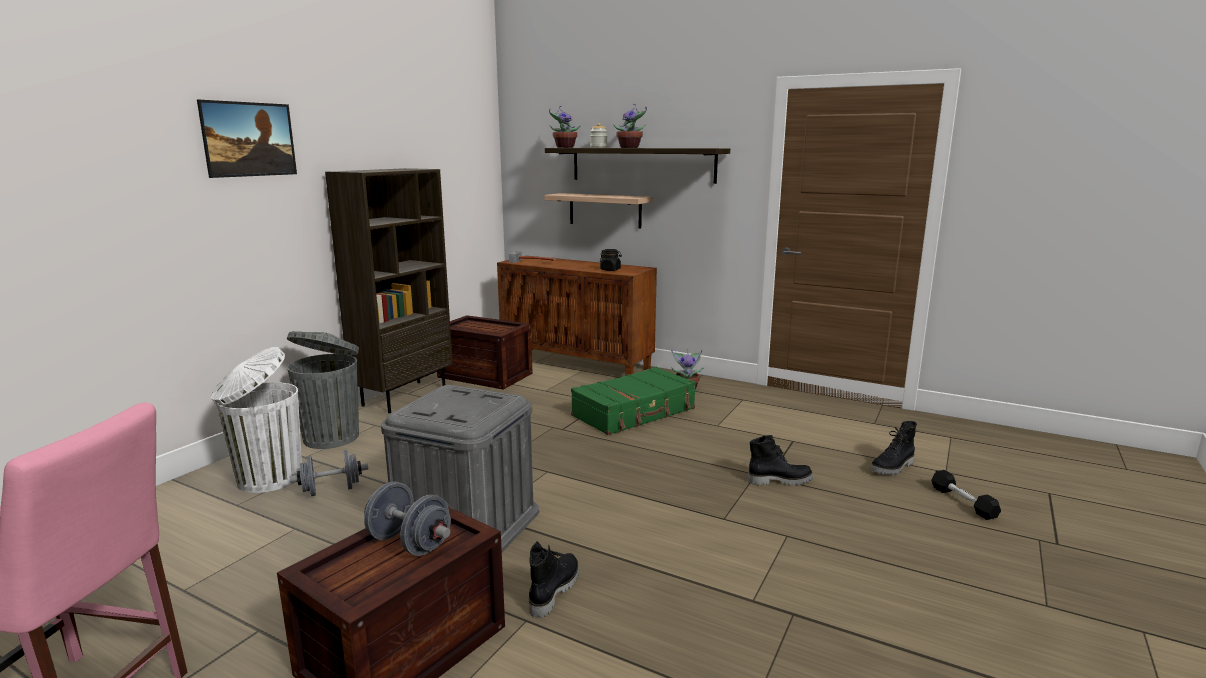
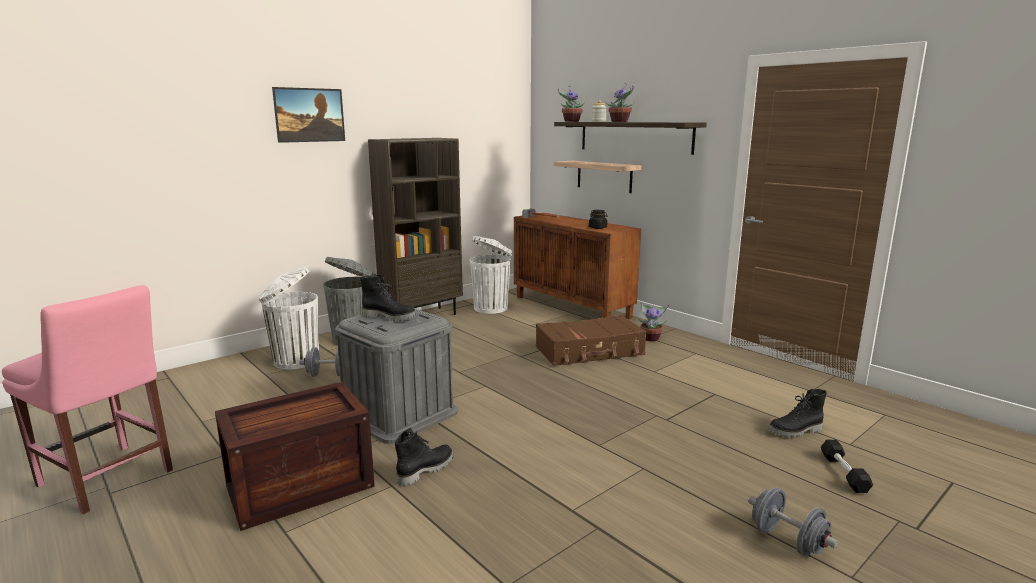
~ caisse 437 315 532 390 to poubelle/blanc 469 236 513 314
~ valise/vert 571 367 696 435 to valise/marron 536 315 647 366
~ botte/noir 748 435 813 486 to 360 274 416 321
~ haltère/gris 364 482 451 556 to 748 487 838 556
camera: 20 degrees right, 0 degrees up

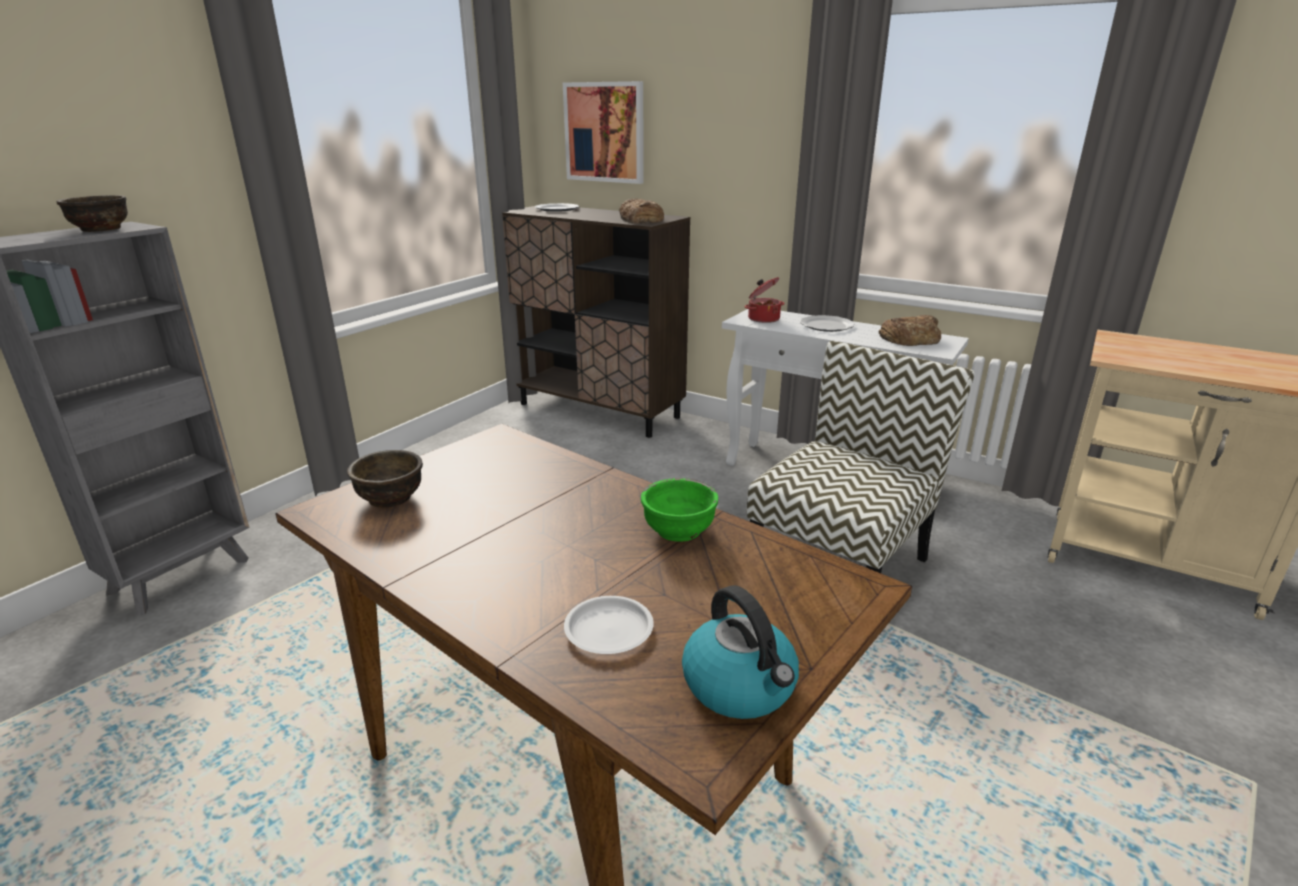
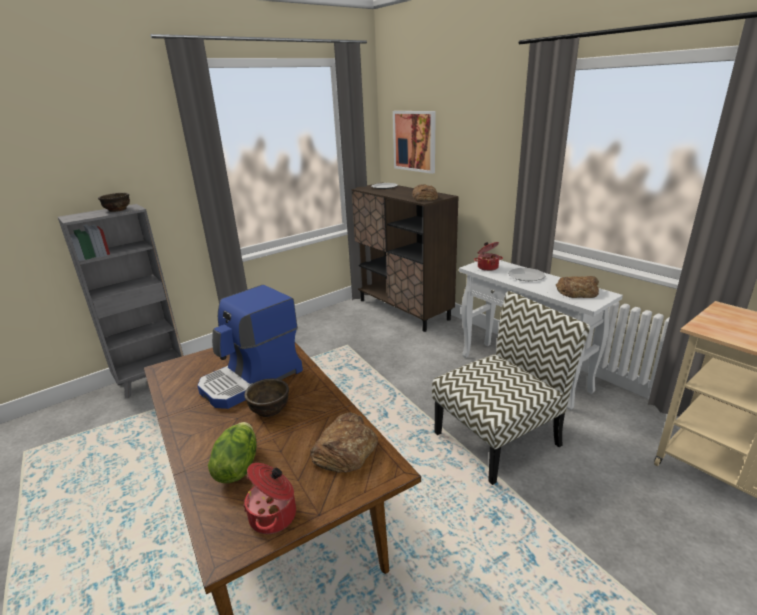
~ bol/marron 347 450 423 508 to 244 378 289 417
- bol/vert 641 478 718 542
~ bouilloire 682 585 799 719 to marmite 243 463 296 534
~ assiette/blanc 564 596 654 654 to laitue 208 422 257 483
+ machine à café 197 285 303 409
+ pain 310 412 378 472
camera: 20 degrees right, 0 degrees up

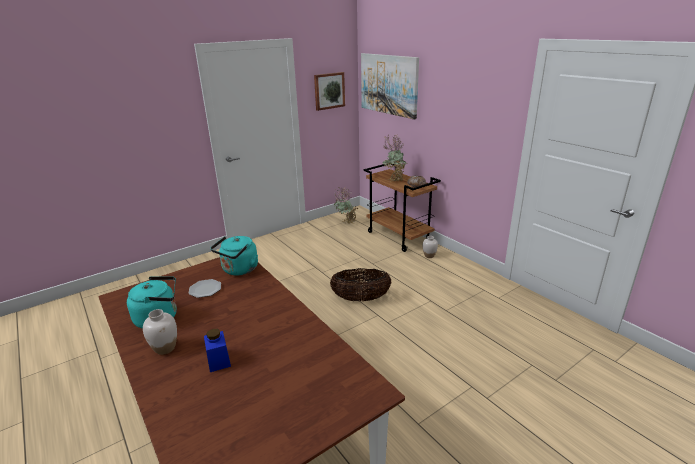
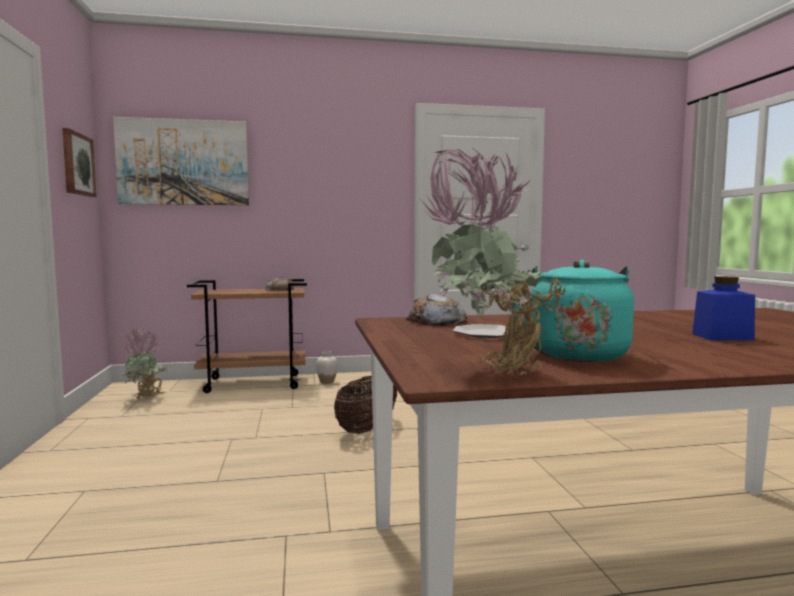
~ plante en pot 383 135 406 182 to 420 147 566 376
~ bouilloire/turquoise 211 236 258 275 to pain 406 294 467 326
- vase/blanc 143 309 177 355
camera: 65 degrees left, 20 degrees down

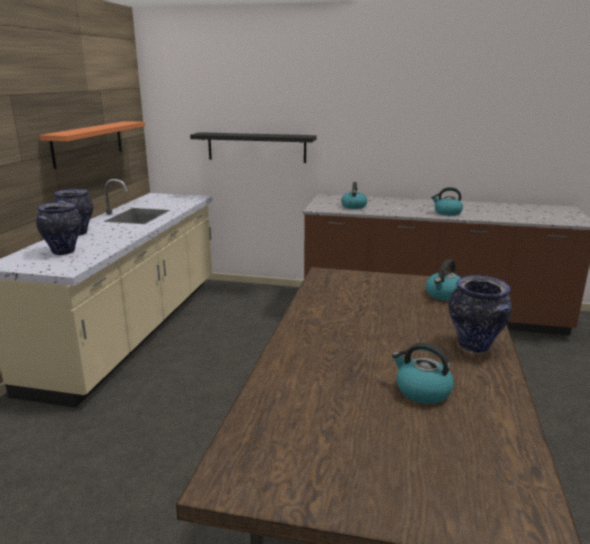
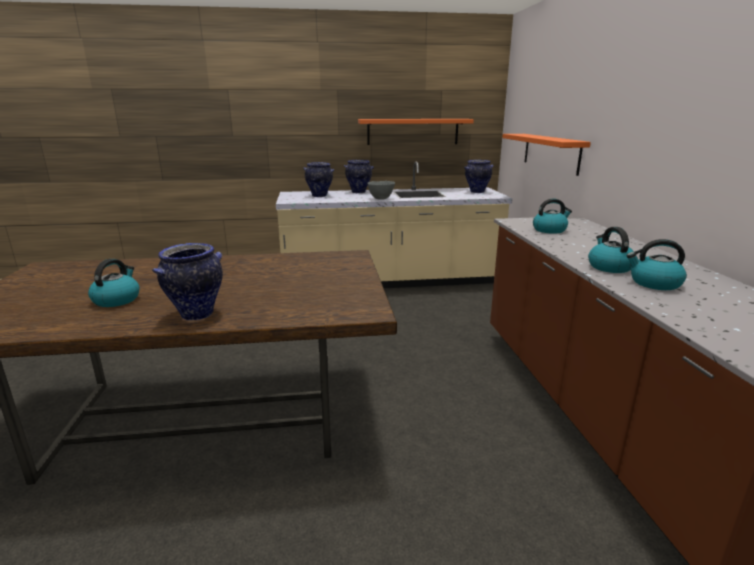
~ étagère/noir 190 132 317 163 to étagère/orange 502 134 591 176
~ bouilloire 426 259 461 301 to 626 239 687 290
+ vase 464 160 493 193
+ bol/gris 367 181 395 200
camera: 70 degrees right, 0 degrees up

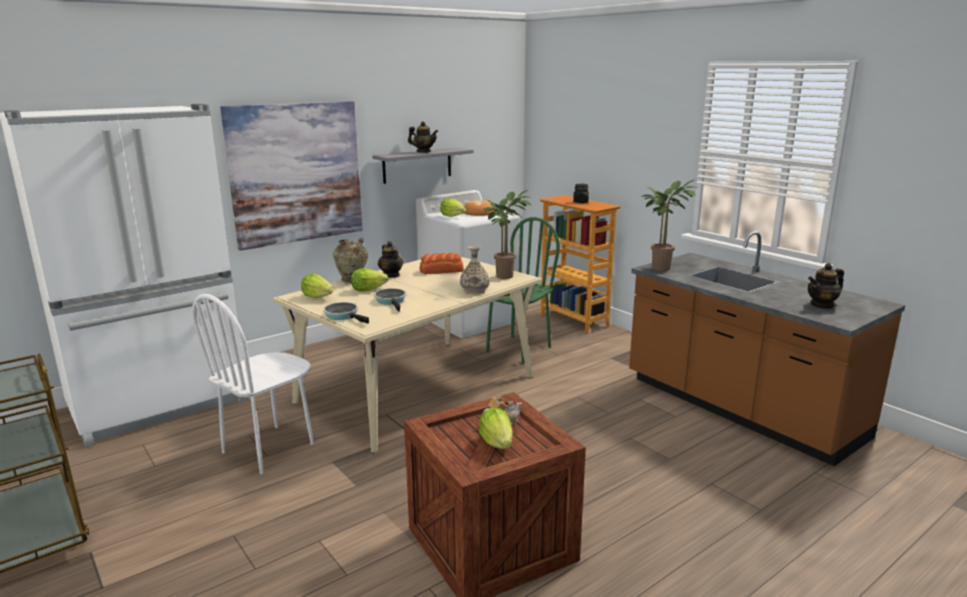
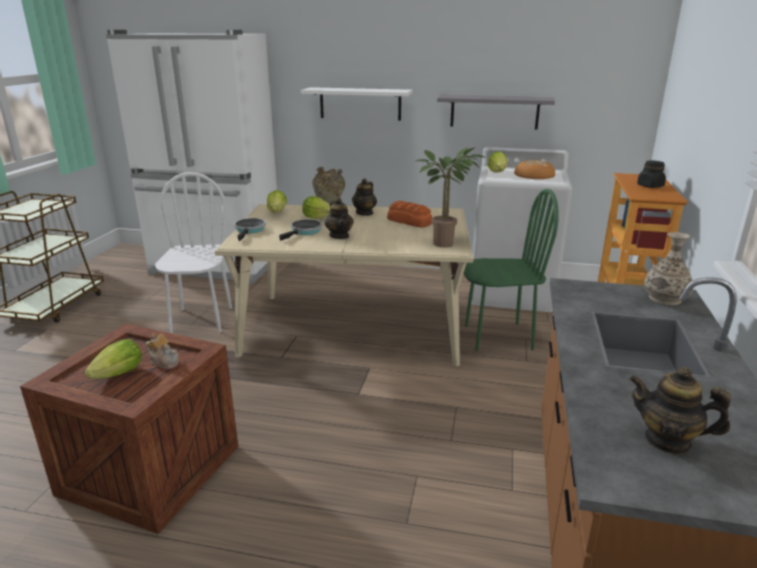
~ tableau 220 101 363 251 to étagère/blanc 301 87 412 121
~ théière 408 121 438 152 to 325 198 354 239
- plante en pot 641 180 698 271
~ vase 460 245 490 294 to 644 232 693 305
~ chaise/blanc 192 294 314 474 = 155 172 232 334 90 degrees clockwise
camera: 50 degrees right, 5 degrees up

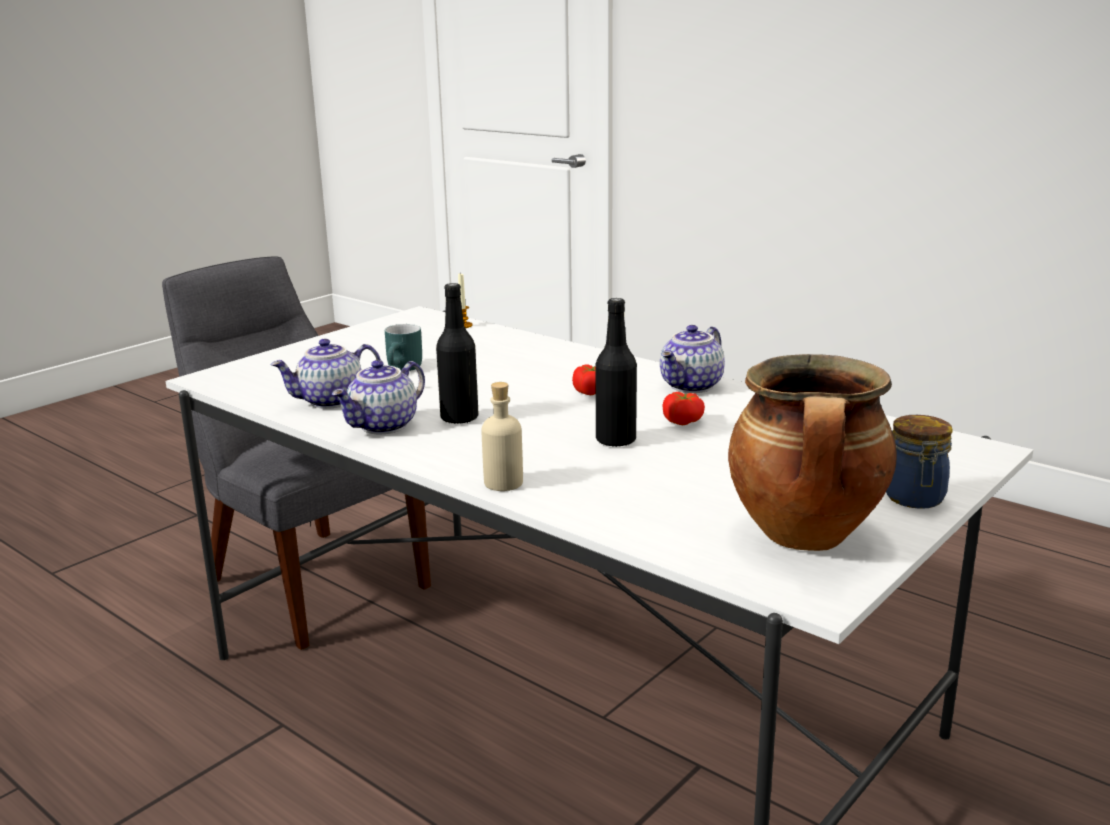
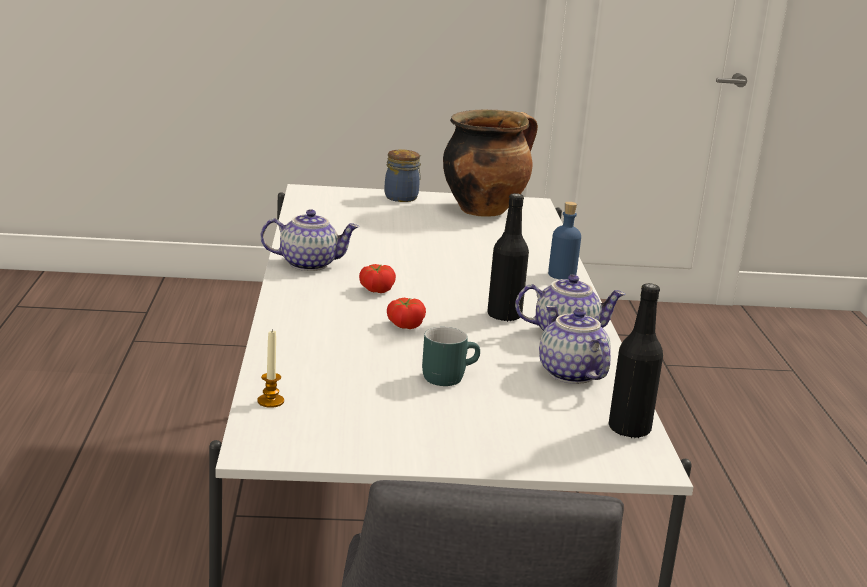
~ bouteille/noir 595 298 637 447 to 609 283 663 438
~ théière 270 339 381 409 = 539 305 611 384 135 degrees counterclockwise
~ bouteille/beige 481 382 523 491 to bouteille/bleu 548 202 581 279
~ tomate 662 392 705 425 to 387 298 426 329
camera: 135 degrees left, 0 degrees up

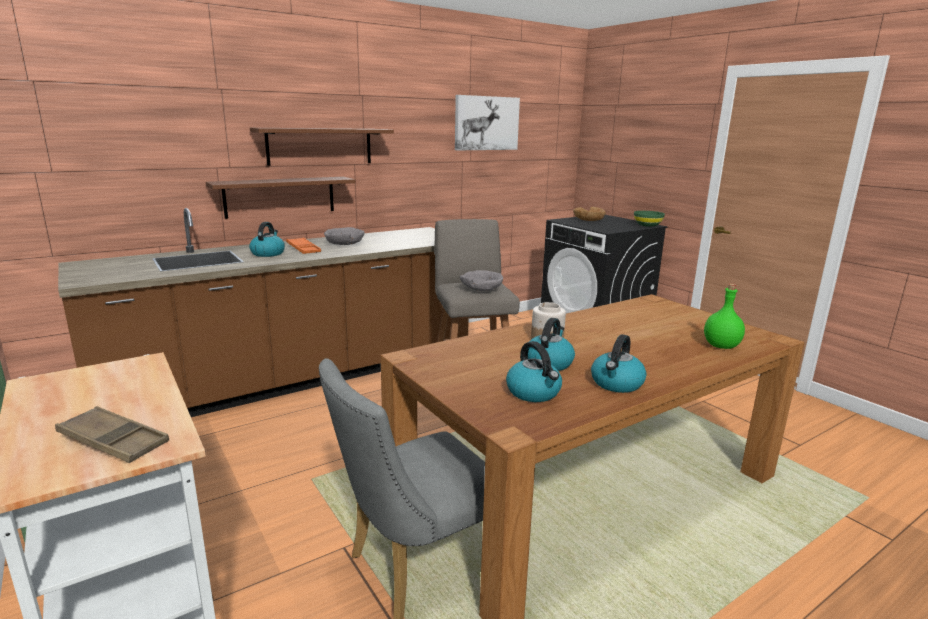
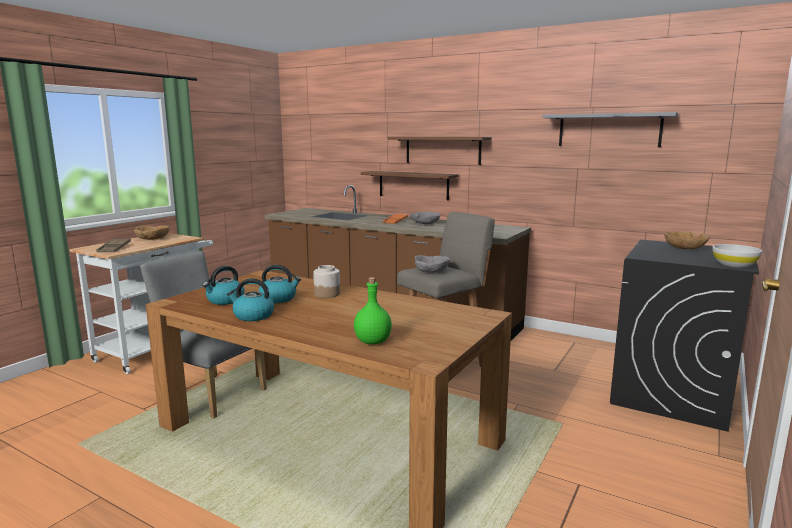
~ tableau 455 95 520 150 to étagère/gris 543 112 678 147
~ bol/vert 634 211 665 227 to bol/blanc 712 244 762 268
- bouilloire 249 222 285 257
+ bol/marron 134 225 170 240
camera: 65 degrees right, 5 degrees down

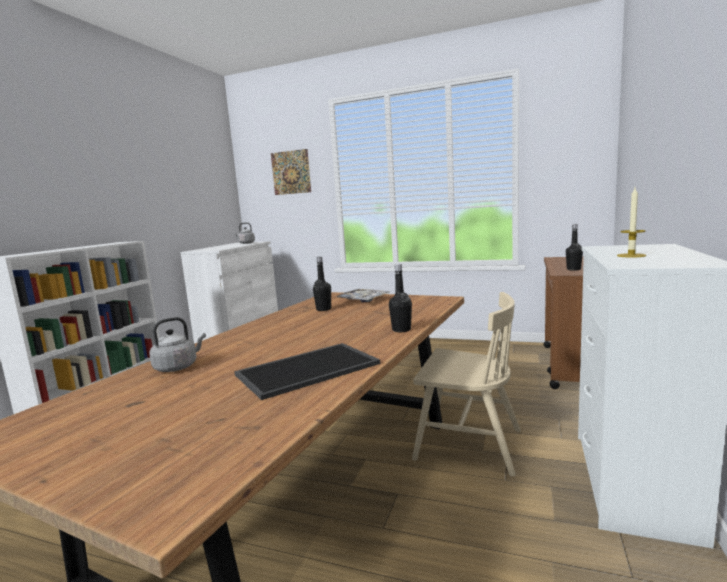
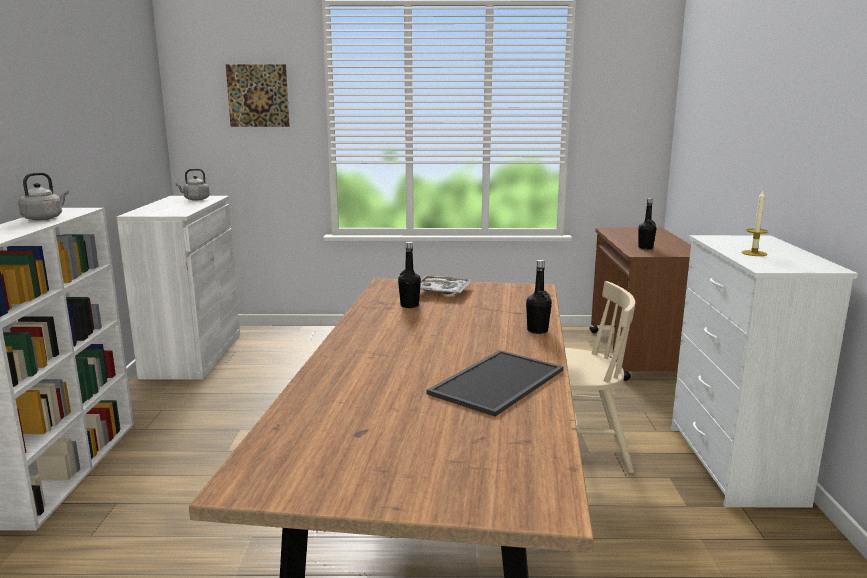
~ bouilloire/gris 149 317 206 372 to 18 172 69 220
camera: 20 degrees left, 5 degrees up

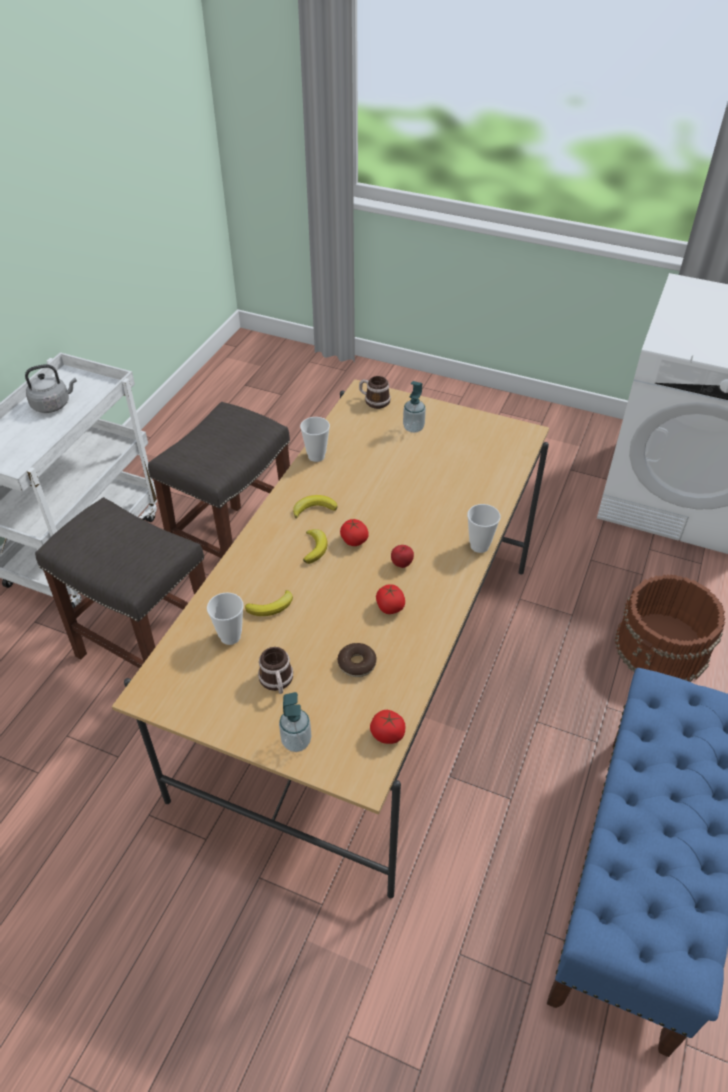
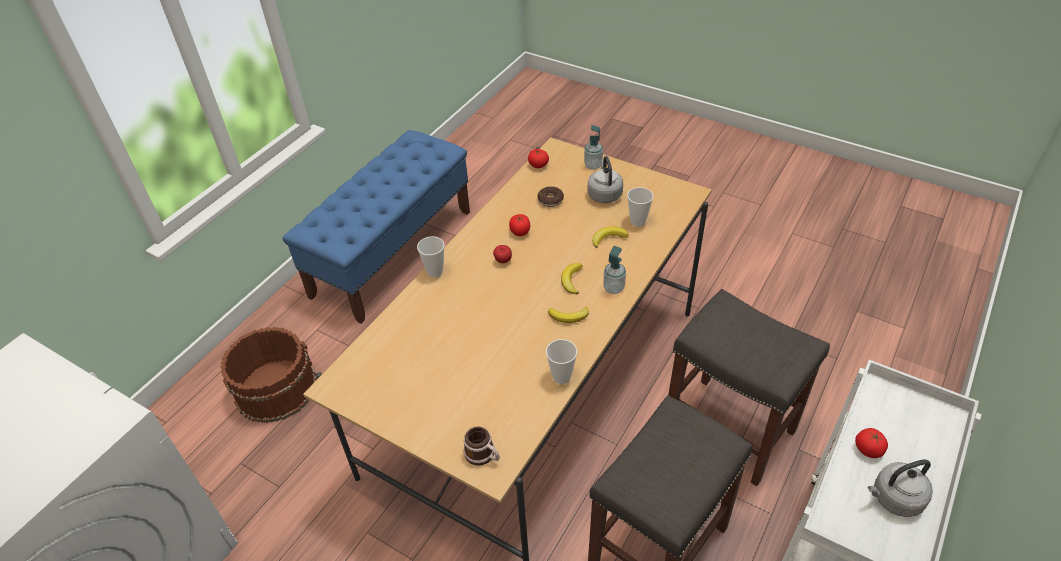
~ distributeur de savon 403 381 426 433 to 603 246 626 294
~ tomate 340 519 369 546 to 855 428 888 458
~ mug 258 647 293 694 to bouilloire/gris 588 156 623 203
camera: 170 degrees left, 0 degrees up

